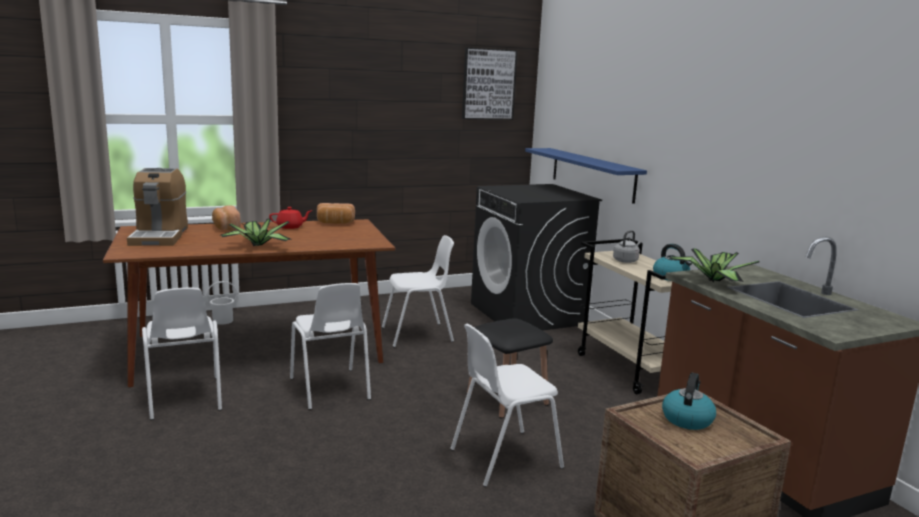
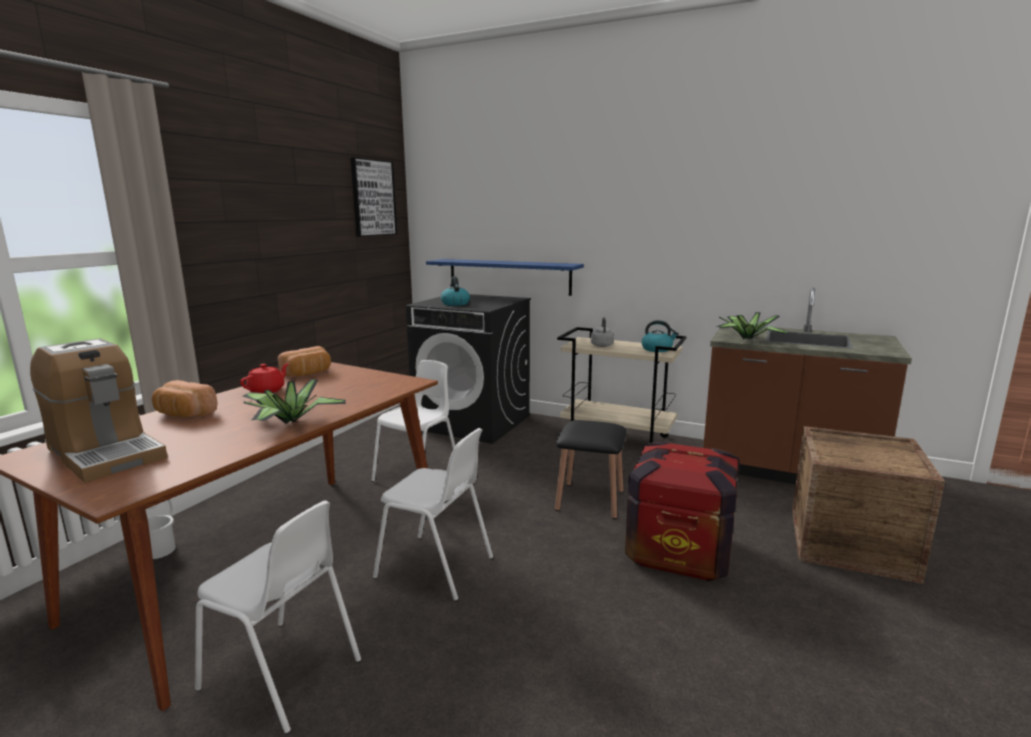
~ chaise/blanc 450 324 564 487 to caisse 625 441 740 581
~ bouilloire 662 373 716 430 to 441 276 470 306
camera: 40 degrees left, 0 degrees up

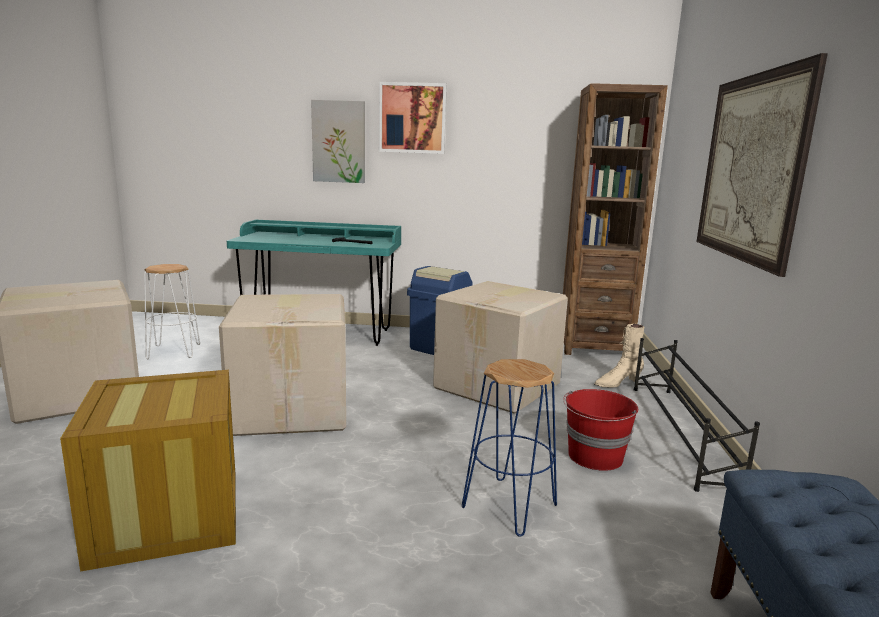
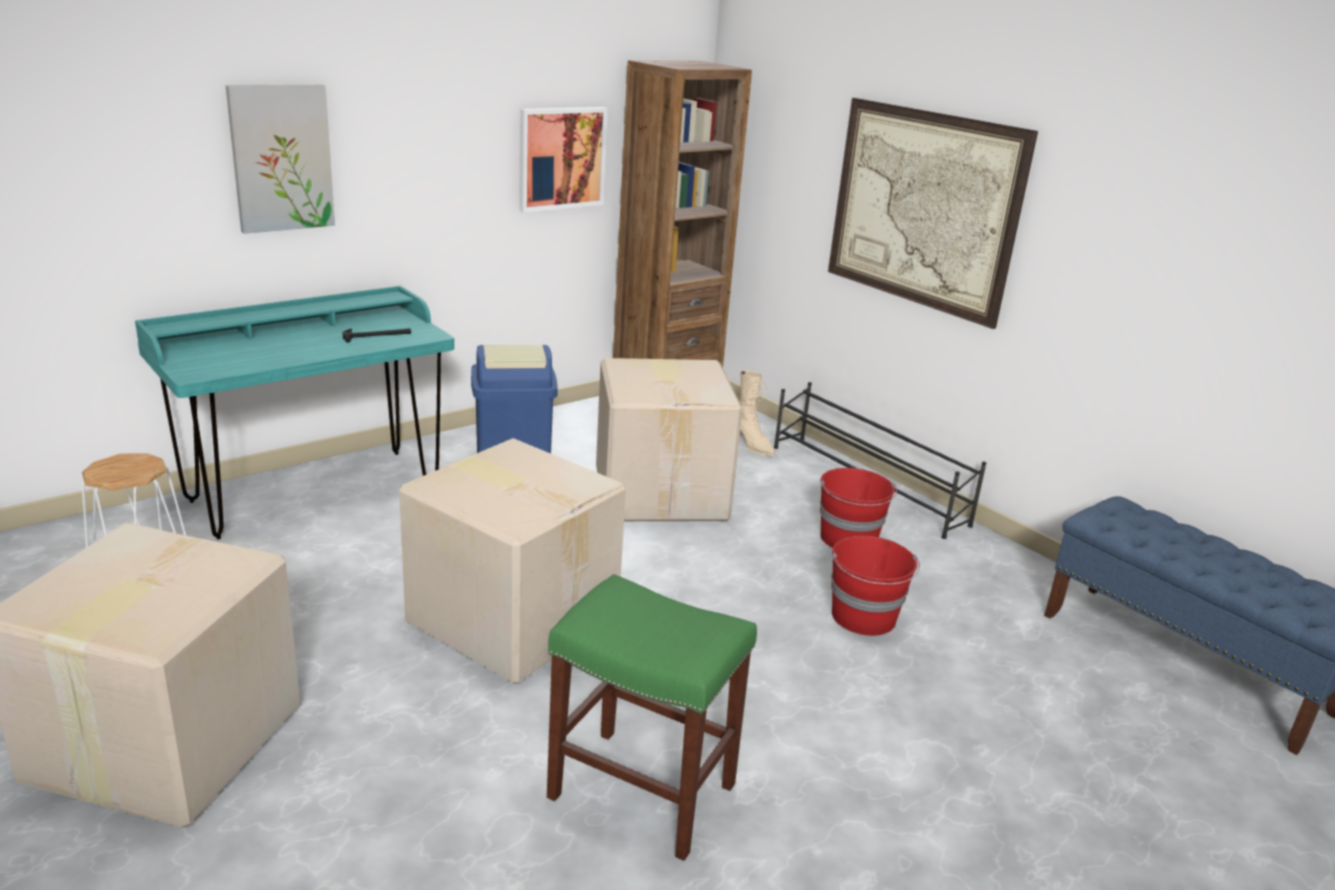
~ tableau 379 82 447 154 to 519 107 607 212
~ botte/beige 594 324 644 388 = 740 371 775 456 60 degrees counterclockwise
~ tabouret/bleu 462 359 557 536 to seau/rouge 831 536 920 636
~ caisse 60 370 236 572 to tabouret/vert 547 574 757 861
camera: 45 degrees left, 10 degrees up

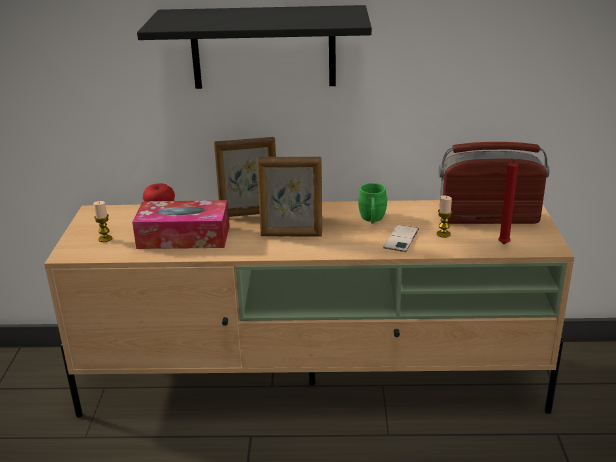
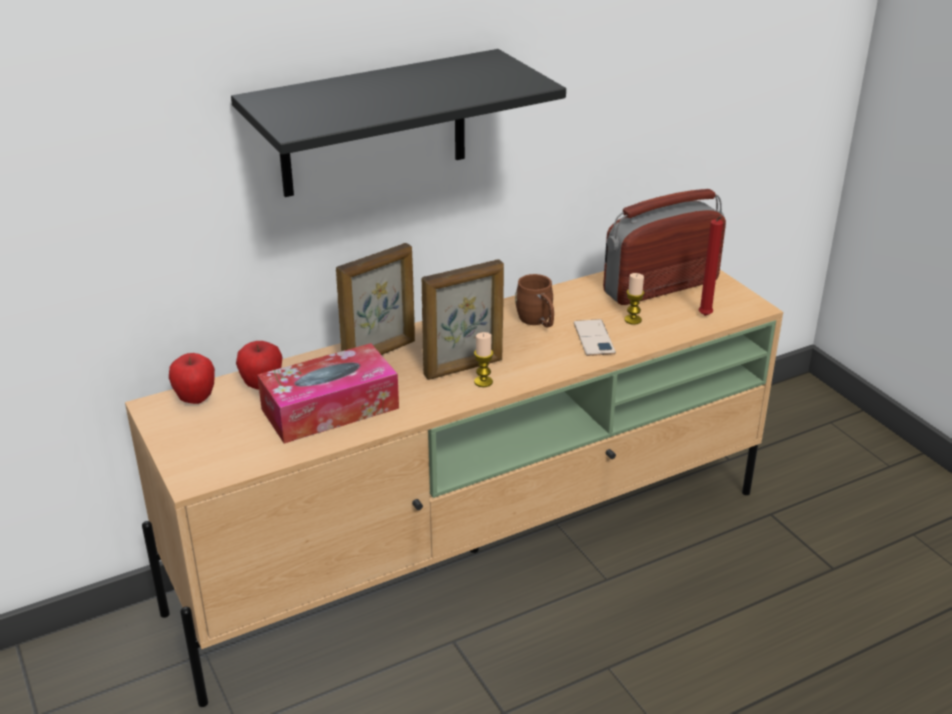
~ mug/vert 358 183 387 224 to mug/marron 515 274 554 328
~ bougie 93 201 112 242 to 474 332 493 387
+ pomme 169 353 215 404
camera: 30 degrees left, 5 degrees up

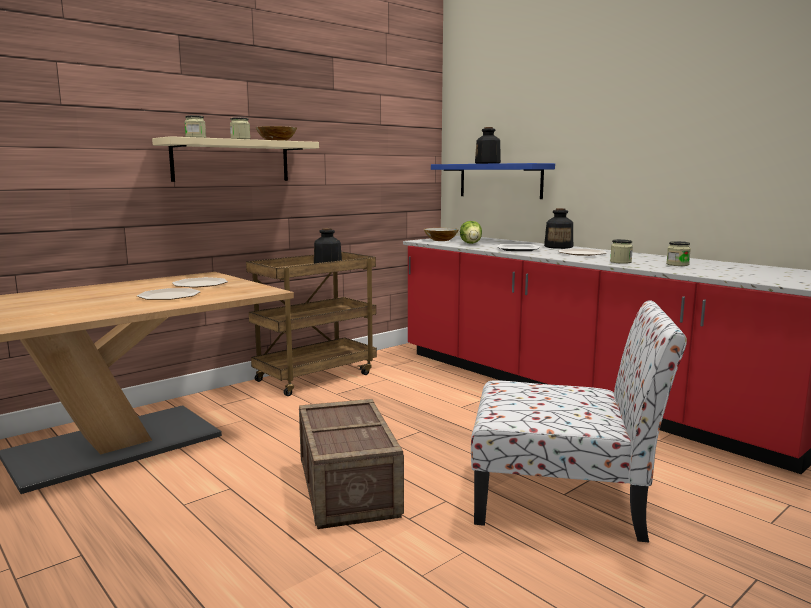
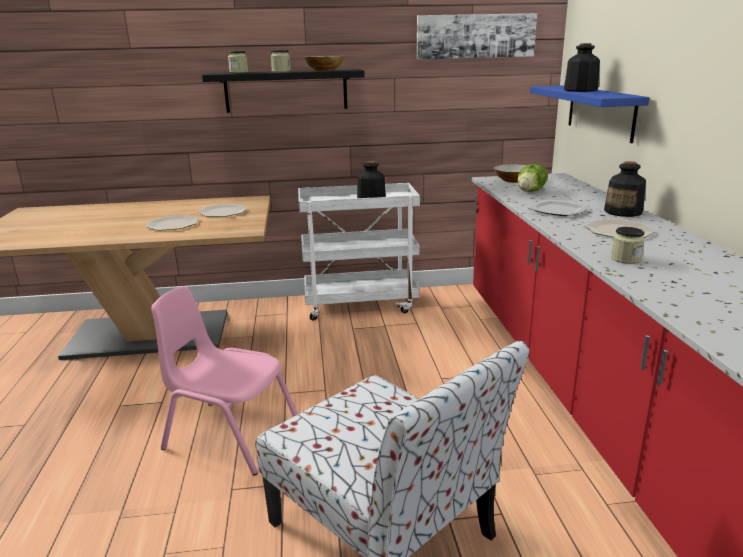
~ étagère/beige 152 136 319 182 to étagère/noir 202 69 365 113
- bocal 666 241 691 266
~ chariot/marron 246 252 377 396 to chariot/blanc 298 183 420 321
~ caisse 299 399 404 529 to chaise/rose 151 286 298 475
+ tableau 417 13 537 59
camera: 35 degrees right, 10 degrees up

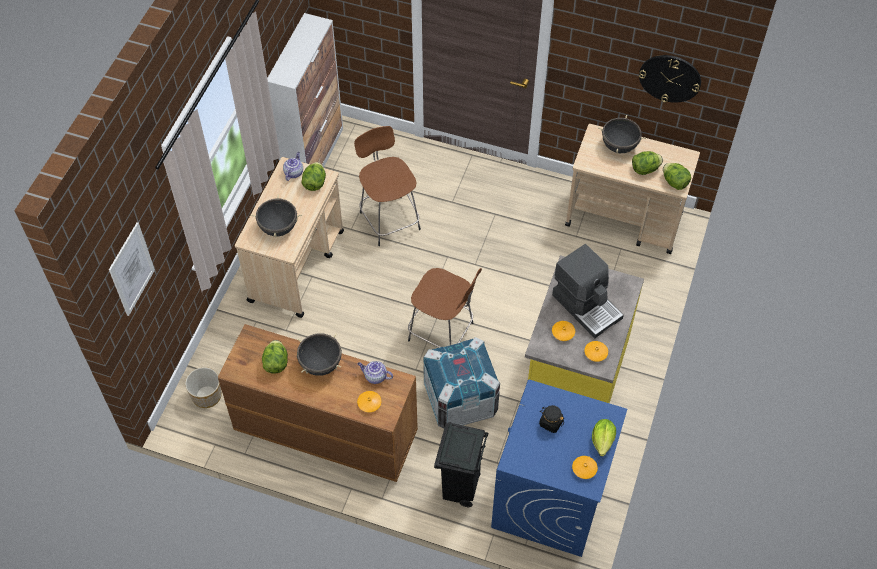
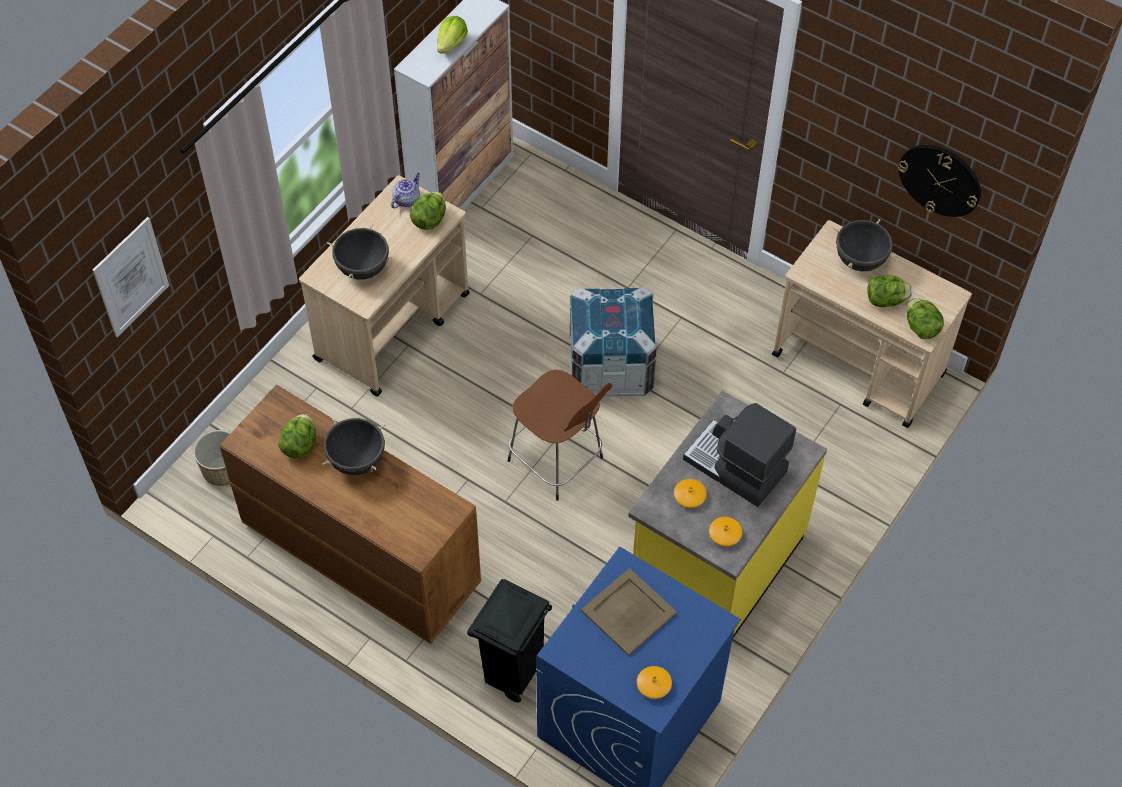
- tabouret/marron 354 126 421 246
~ machine à café 552 244 624 338 = 683 403 796 507 150 degrees clockwise
~ caisse 423 337 500 429 to 570 286 657 397
- théière 357 361 393 384
- vase/orange 357 391 381 413
~ bocal/noir 539 405 564 433 to plateau/beige 581 568 677 656
~ laitue 592 419 616 456 to 437 16 468 53
camera: 15 degrees right, 0 degrees up

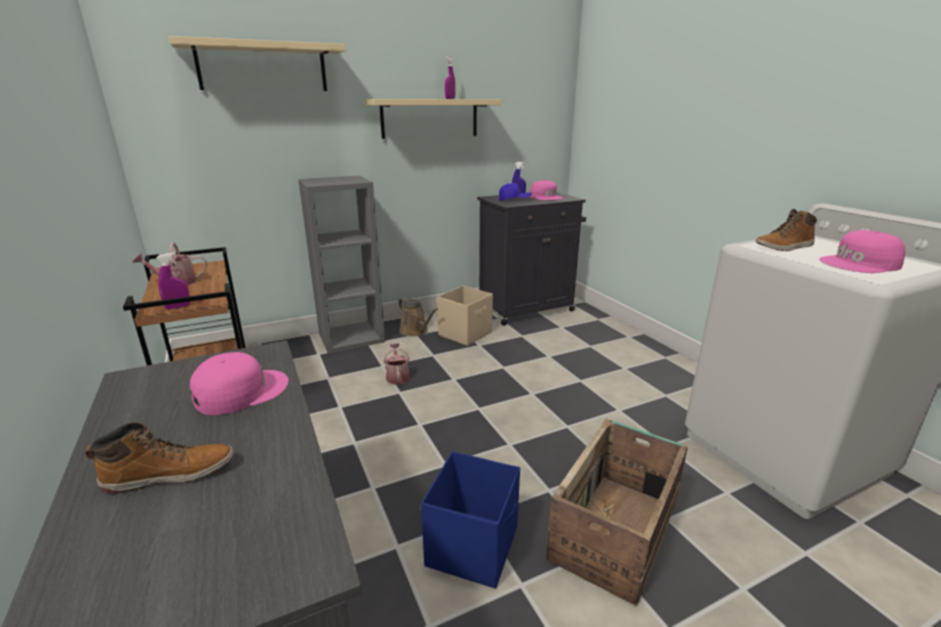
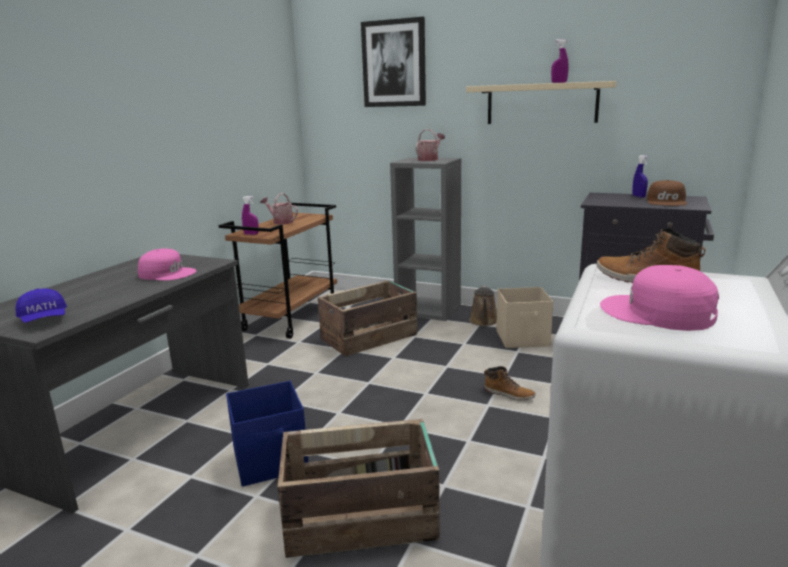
~ étagère/beige 169 36 346 91 to tableau 361 17 426 107
~ casquette/rose 530 180 563 200 to casquette/marron 647 180 687 206
~ casquette/bleu 499 183 532 201 to 16 289 67 323
~ arrosoir 384 344 410 385 to 415 129 445 161
~ botte 85 422 233 493 to 484 366 536 401
+ caisse 318 280 417 356
camera: 50 degrees right, 5 degrees down

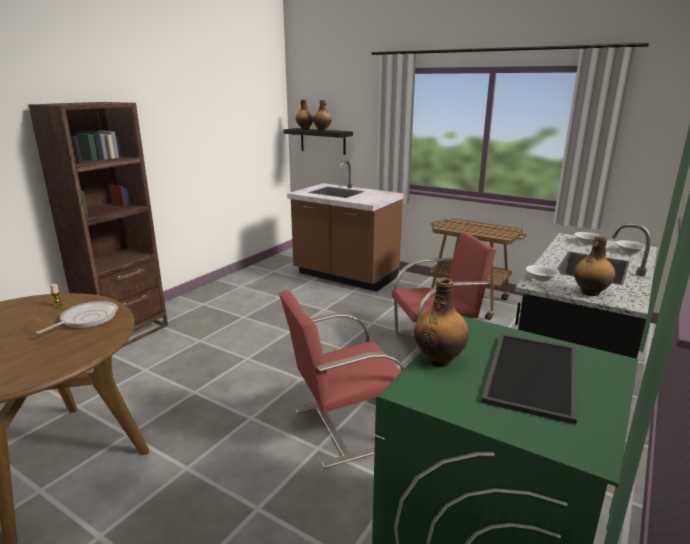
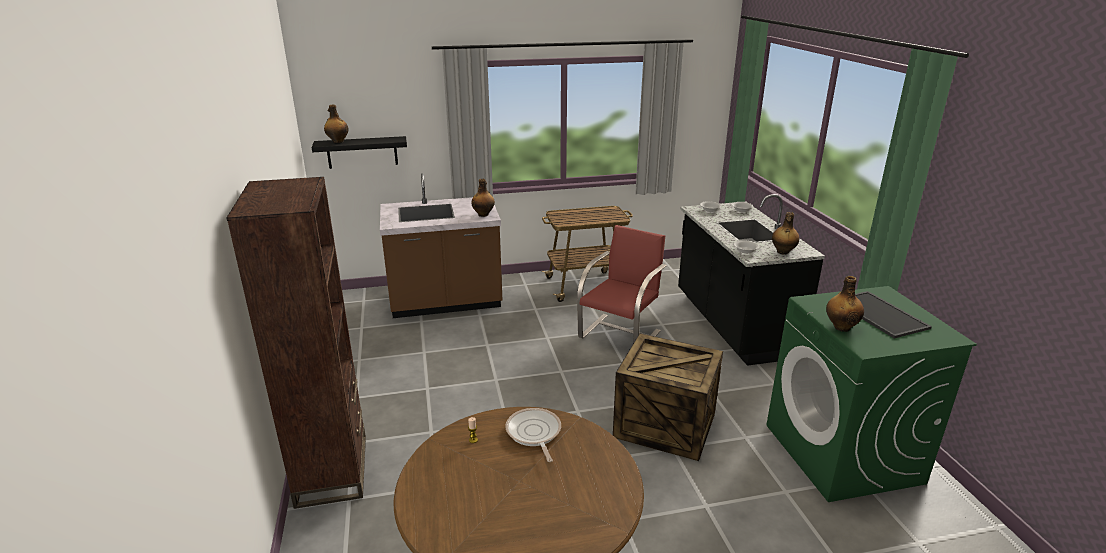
~ bouteille 313 100 331 131 to 471 179 495 217
~ chaise/rouge 279 290 405 468 to caisse 613 333 723 461
camera: 45 degrees left, 5 degrees up

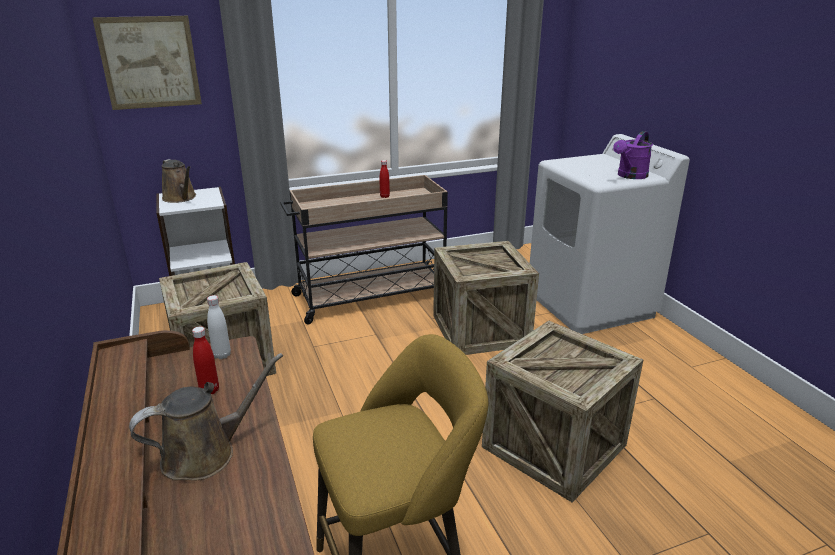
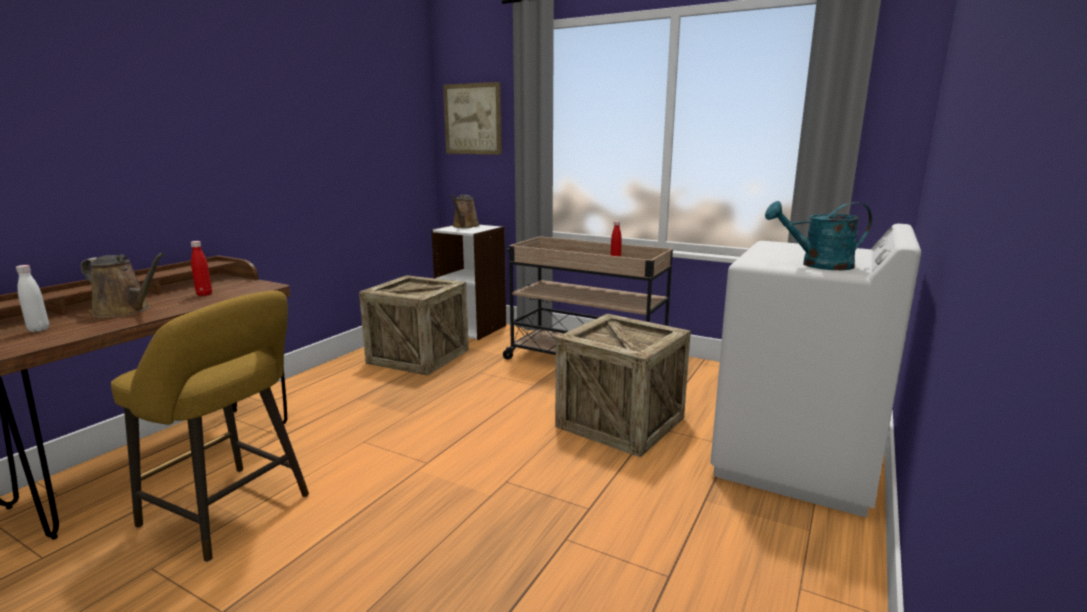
~ arrosoir/violet 613 131 653 179 to arrosoir/turquoise 765 201 872 270
~ bouteille/blanc 207 295 231 359 to 16 265 49 332
- caisse 482 321 643 503
camera: 50 degrees right, 10 degrees down

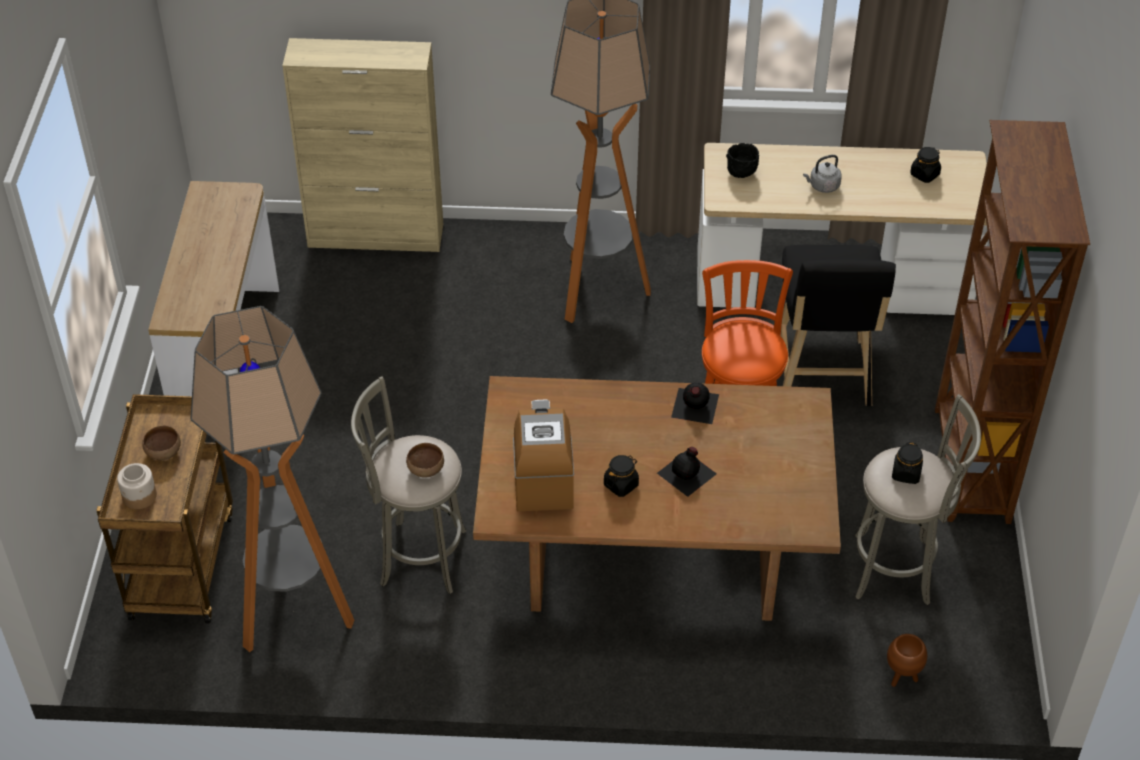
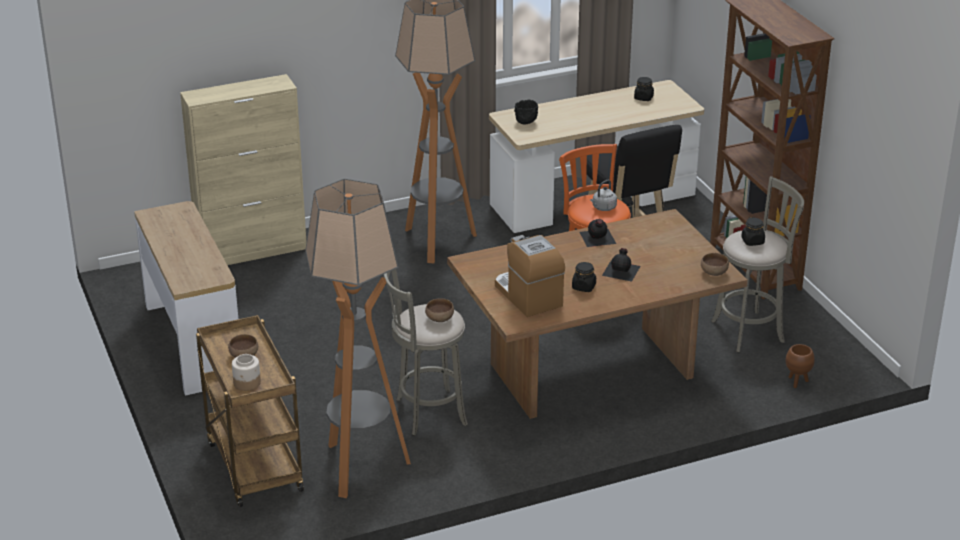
~ bouilloire/gris 803 155 842 193 to 590 180 617 211
+ bol/marron 701 253 729 276
camera: 25 degrees left, 15 degrees down

